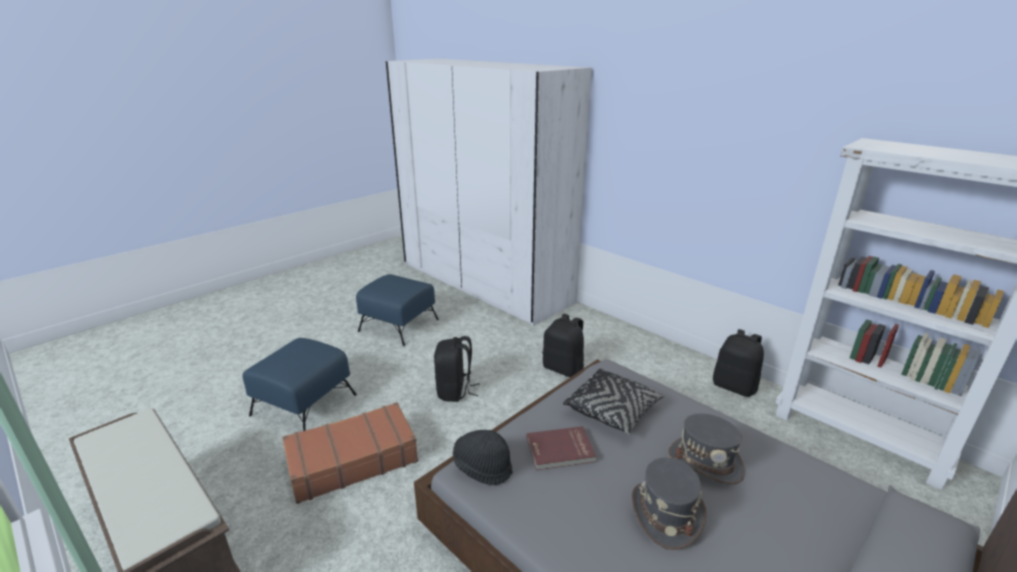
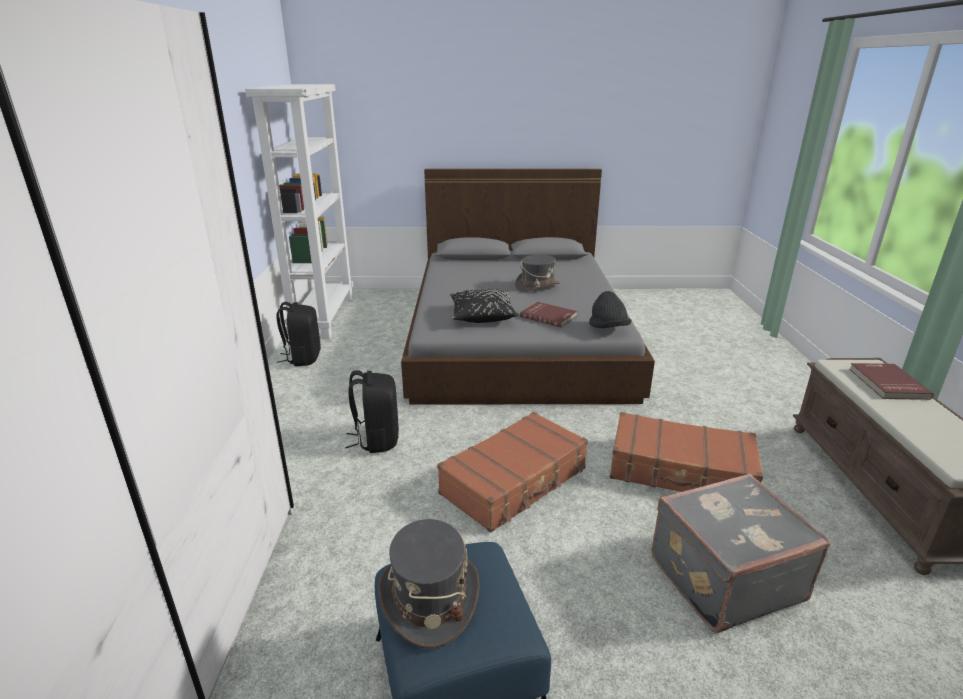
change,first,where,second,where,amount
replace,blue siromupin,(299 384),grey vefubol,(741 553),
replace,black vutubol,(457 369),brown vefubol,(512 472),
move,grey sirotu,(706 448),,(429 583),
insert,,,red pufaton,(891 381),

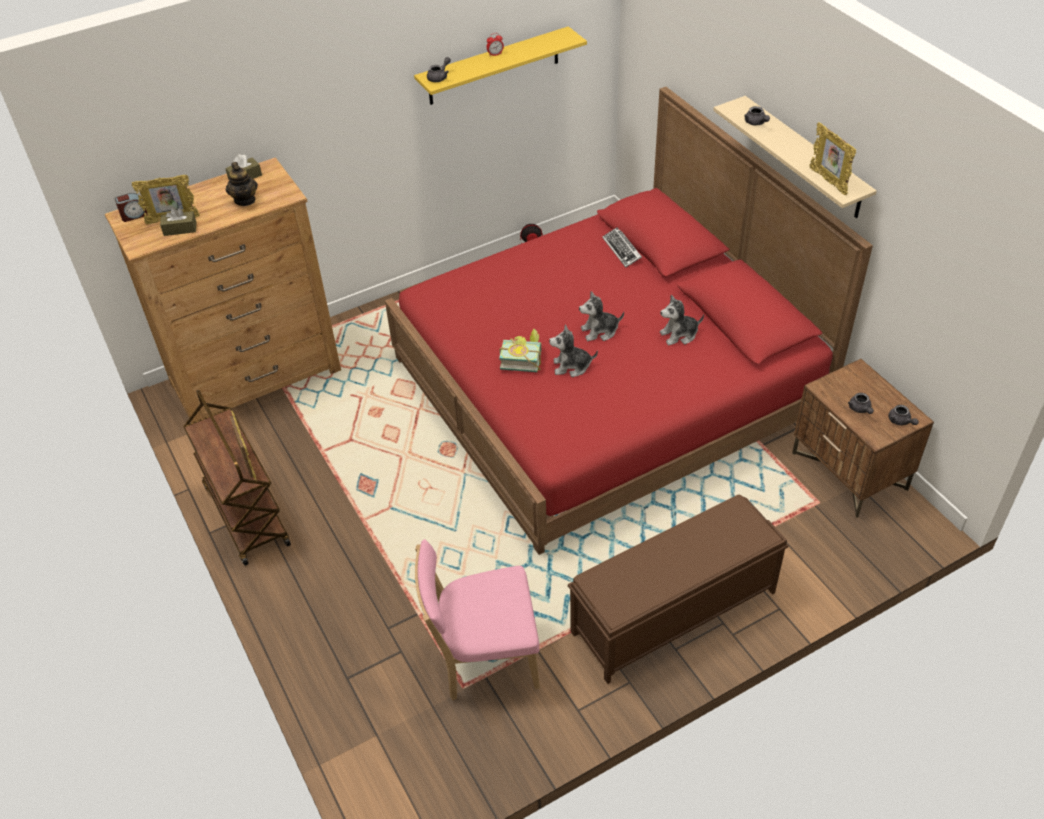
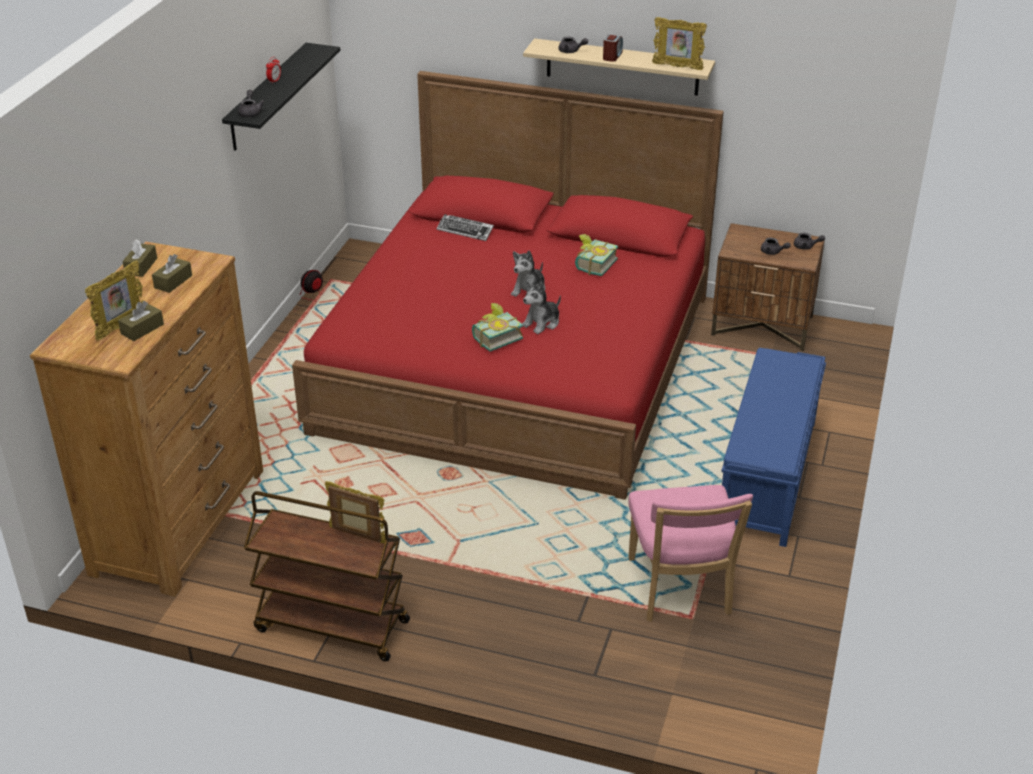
change,first,where,second,where,amount
move,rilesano,(131 207),,(613 48),
replace,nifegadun,(242 184),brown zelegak,(172 273),
recolor,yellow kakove,(500 65),black kakove,(281 97),
rotate,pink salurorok,(477 620),,(690 553),45 degrees counterclockwise
recolor,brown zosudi,(678 589),blue zosudi,(773 447),
replace,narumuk,(682 320),pufaton,(596 255),

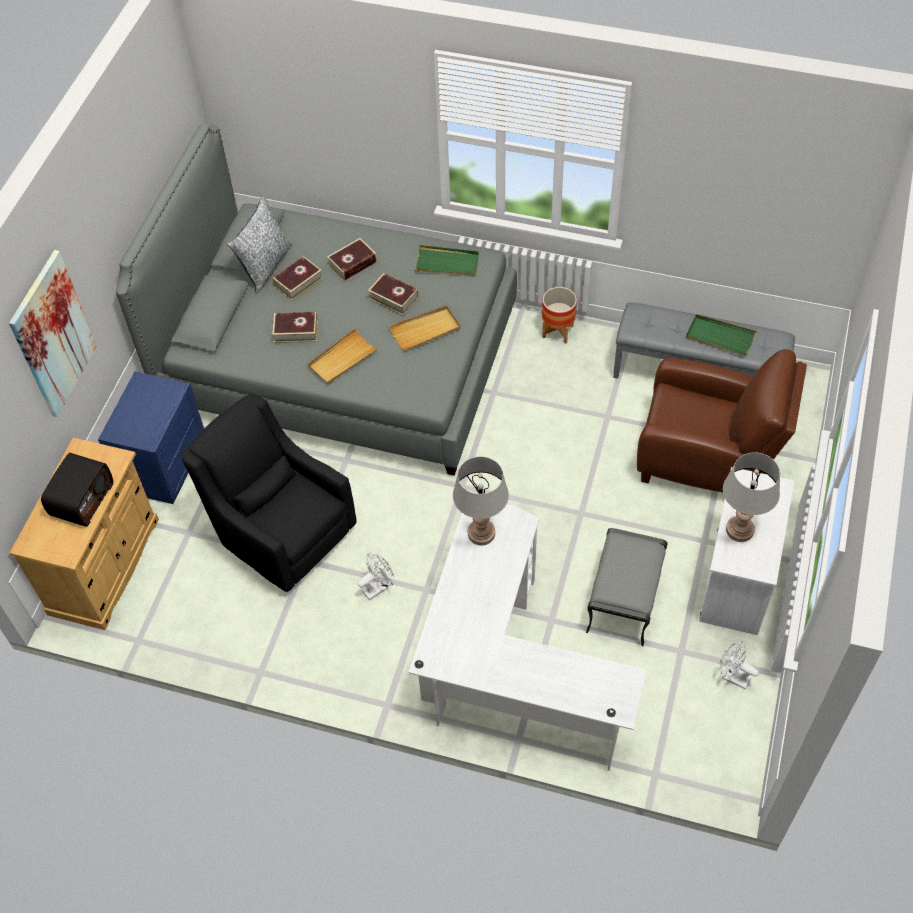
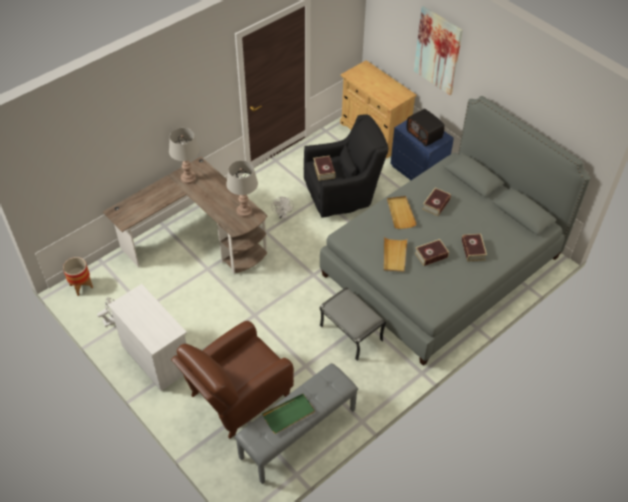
change,first,where,second,where,amount
move,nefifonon,(77 490),,(426 128),
delete,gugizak,(259 244),,,
move,pufaton,(298 278),,(324 168),
recolor,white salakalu,(528 637),brown salakalu,(185 215),
delete,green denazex,(447 261),,,
move,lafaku,(559 315),,(78 276),
move,grey siromupin,(627 587),,(353 324),
move,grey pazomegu,(751 497),,(184 156),

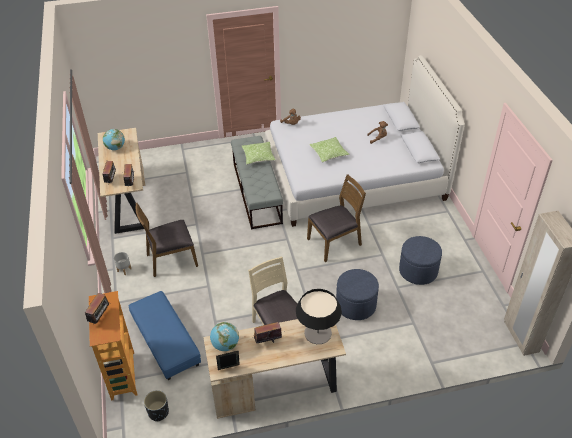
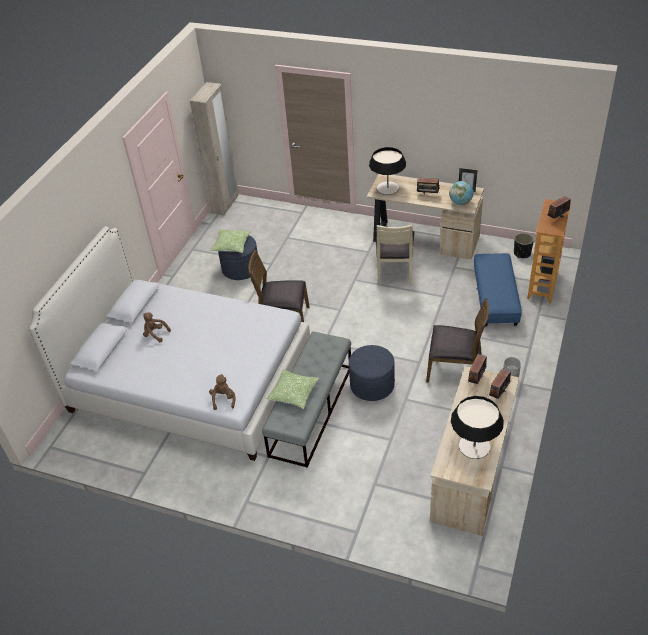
change,first,where,second,where,amount
replace,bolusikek,(114 139),pazomegu,(477 427),
move,gugizak,(329 150),,(231 241),
move,blue siromupin,(357 294),,(372 373),

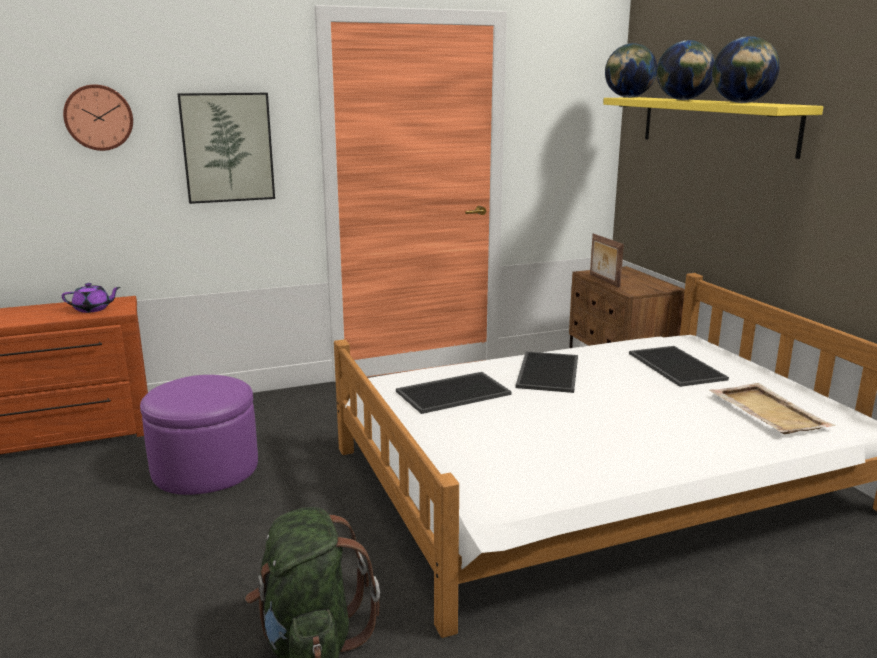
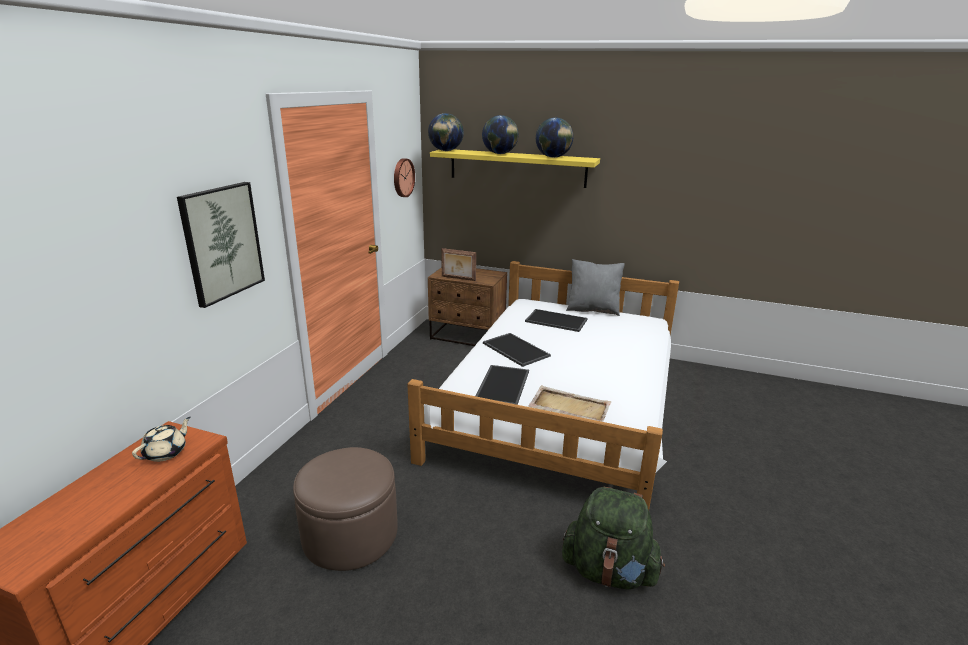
change,first,where,second,where,amount
recolor,purple nifegadun,(91 298),beige nifegadun,(161 439),
move,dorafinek,(98 117),,(404 177),
recolor,purple siromupin,(199 435),brown siromupin,(345 509),
move,beige denazex,(773 408),,(569 404),
insert,,,grey gugizak,(595 287),

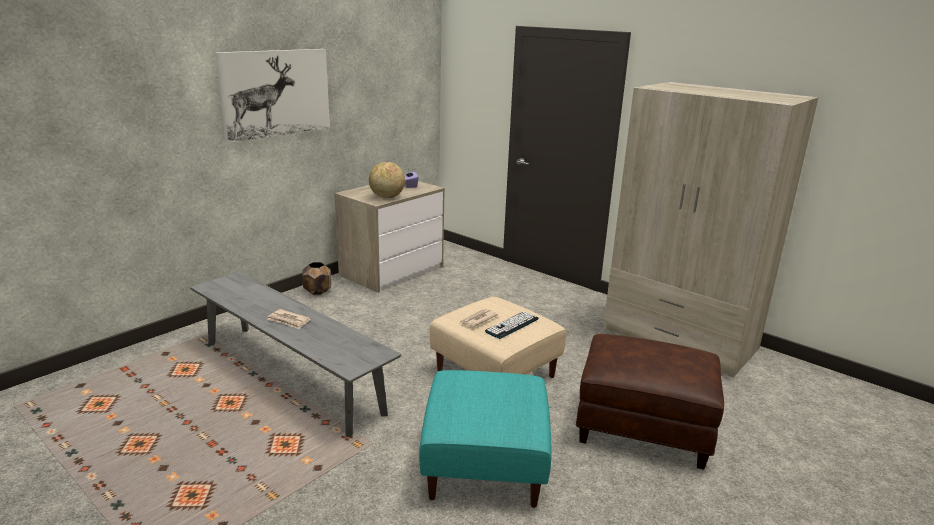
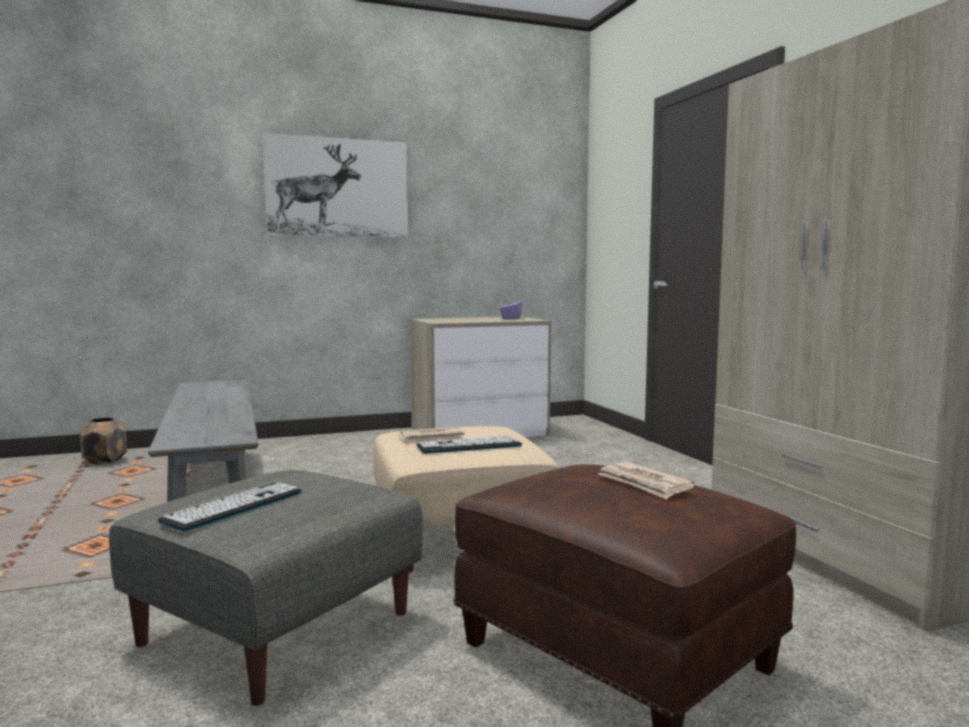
change,first,where,second,where,amount
move,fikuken,(289 319),,(646 480),
move,brown lafaku,(317 278),,(103 441),
delete,bolusikek,(387 180),,,
recolor,turquoise siromupin,(485 439),grey siromupin,(266 588),
insert,,,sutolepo,(229 507),

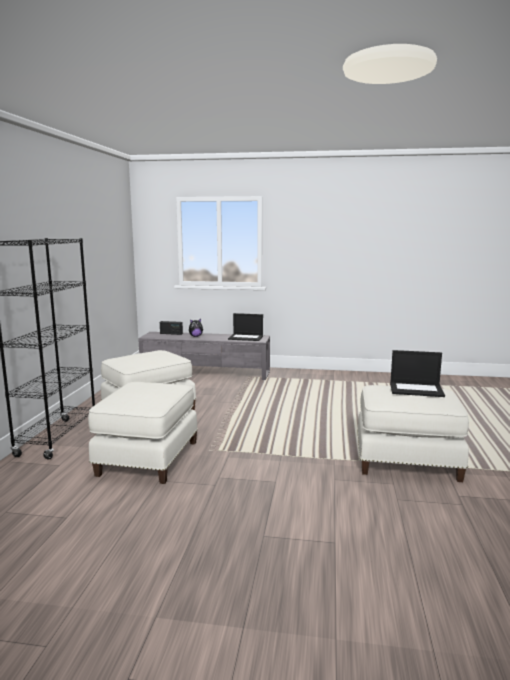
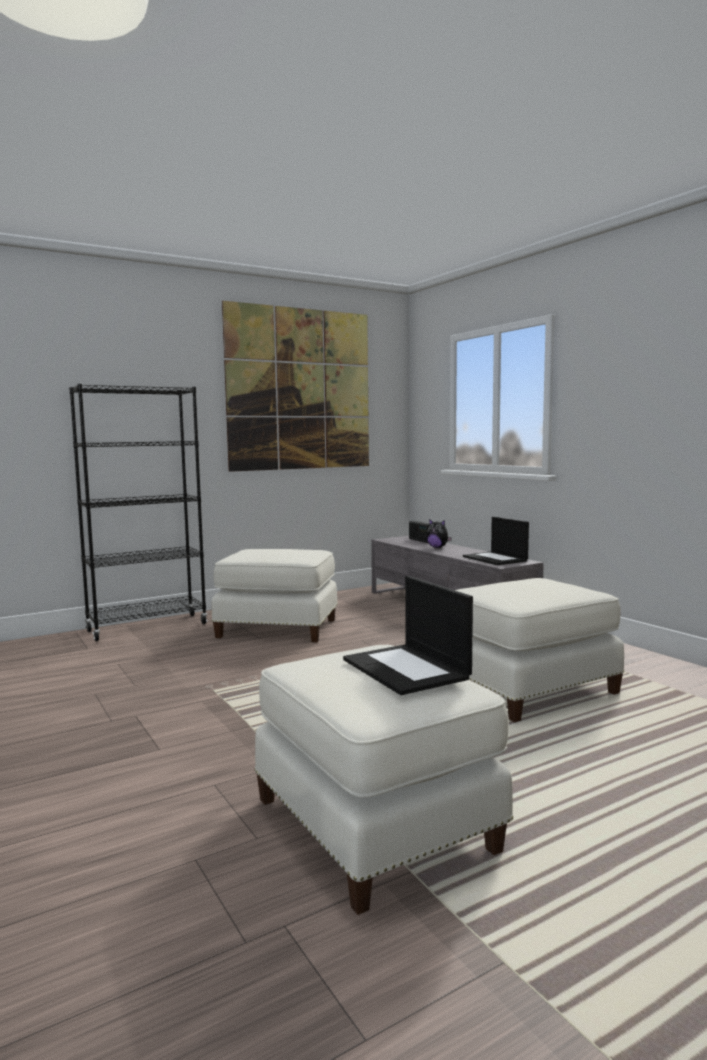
change,first,where,second,where,amount
move,white siromupin,(143 433),,(539 650),
insert,,,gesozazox,(295 386),

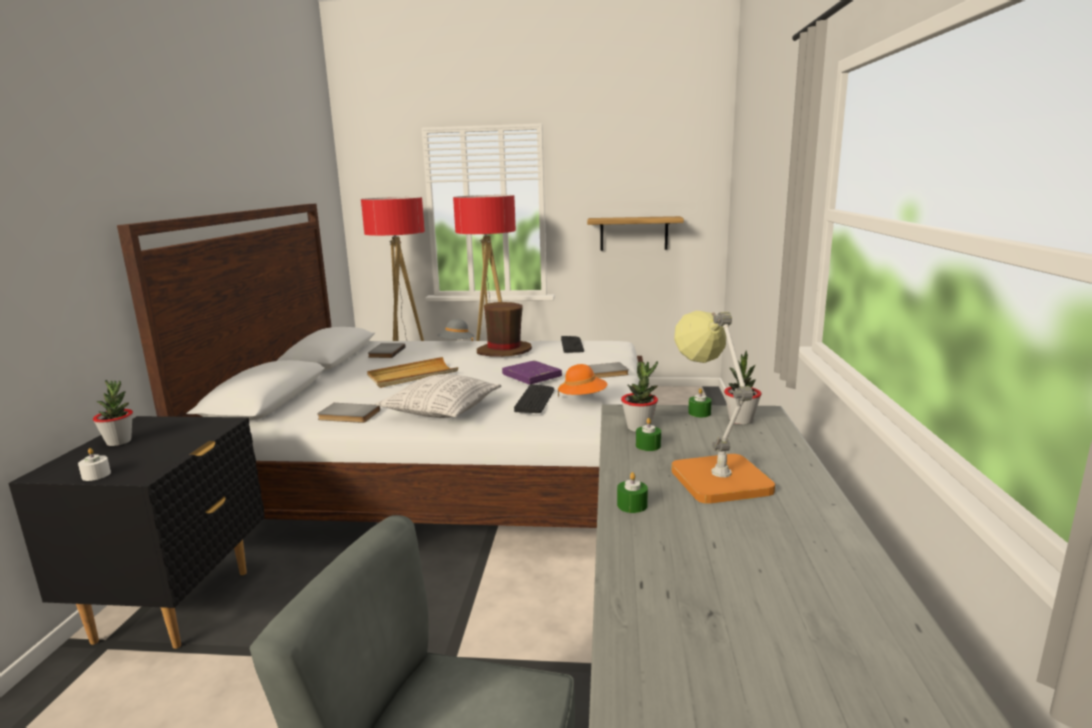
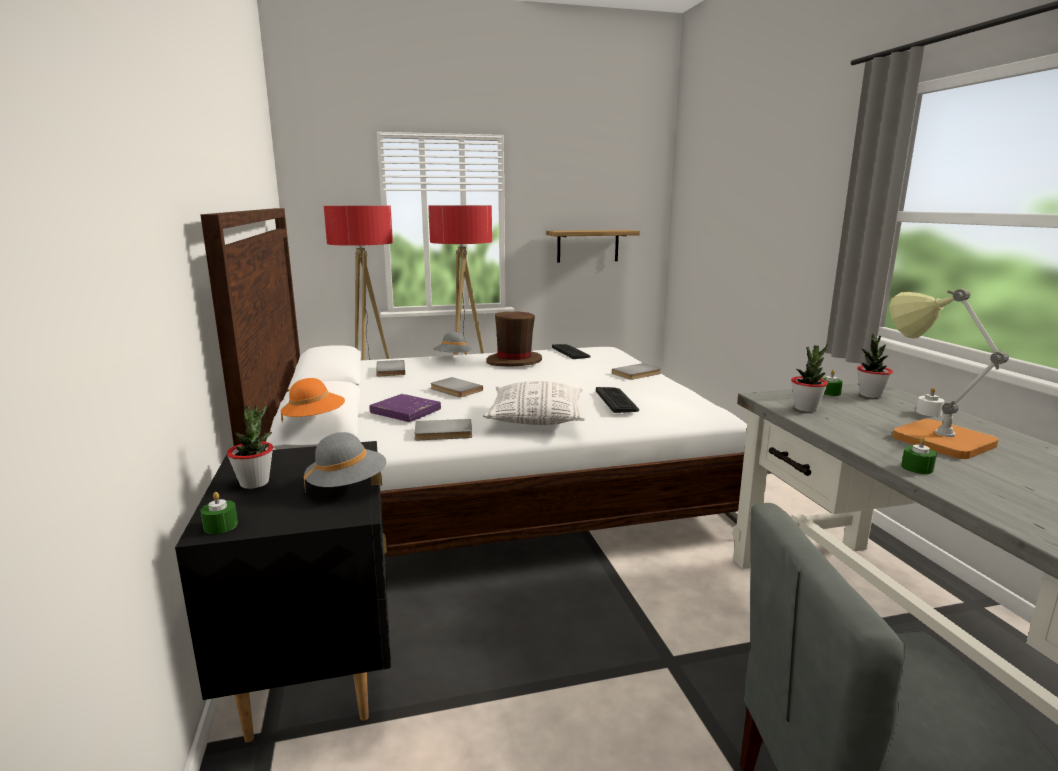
change,first,where,second,where,amount
move,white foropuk,(94 464),,(930 402),
replace,beige denazex,(412 372),grey pufaton,(456 387),
move,purple pufaton,(532 372),,(405 408),
move,orange sirotu,(583 380),,(313 400),
move,green foropuk,(648 434),,(219 513),
insert,,,grey sirotu,(345 463),

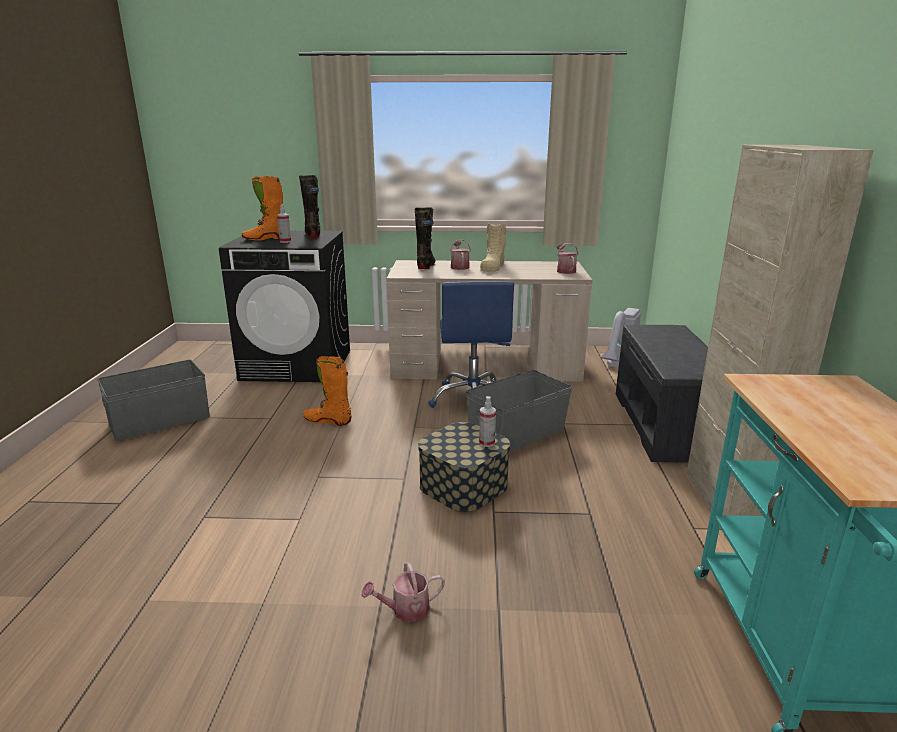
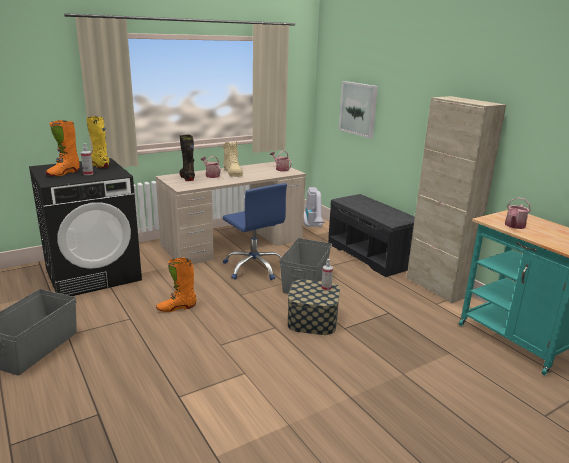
change,first,where,second,where,amount
recolor,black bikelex,(309 206),yellow bikelex,(98 142),
move,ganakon,(403 592),,(518 213),
insert,,,gesozazox,(358 110),

